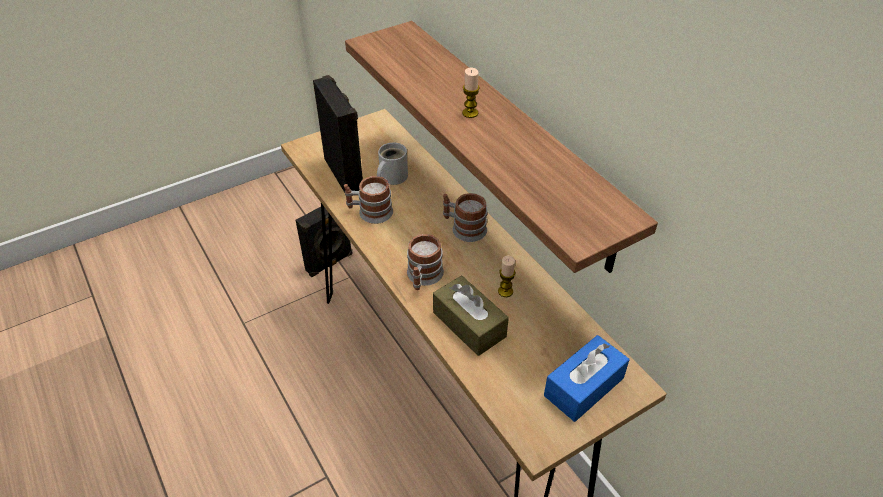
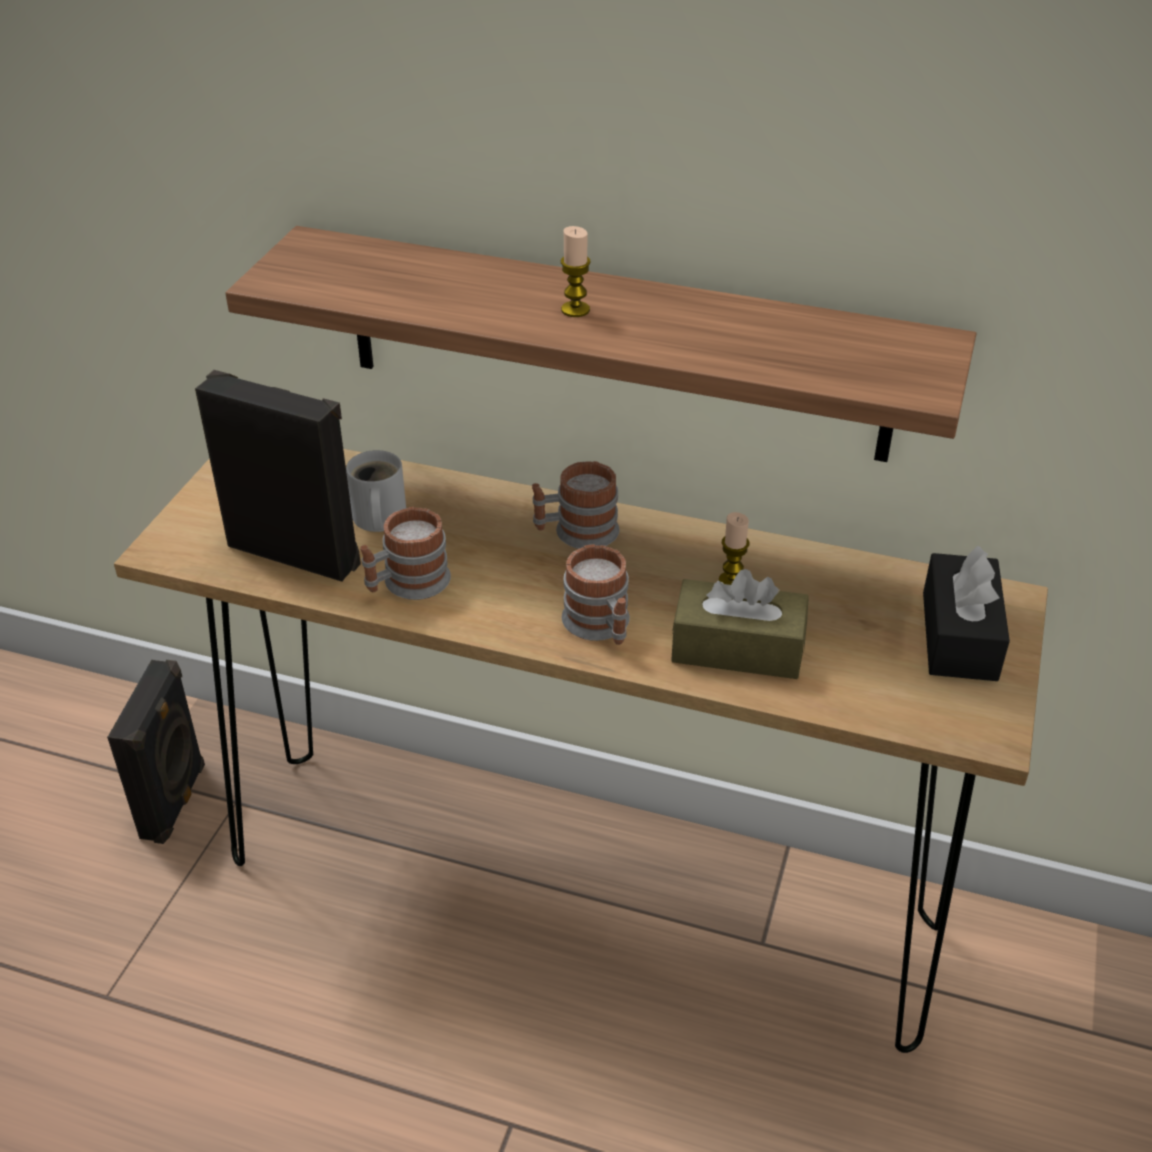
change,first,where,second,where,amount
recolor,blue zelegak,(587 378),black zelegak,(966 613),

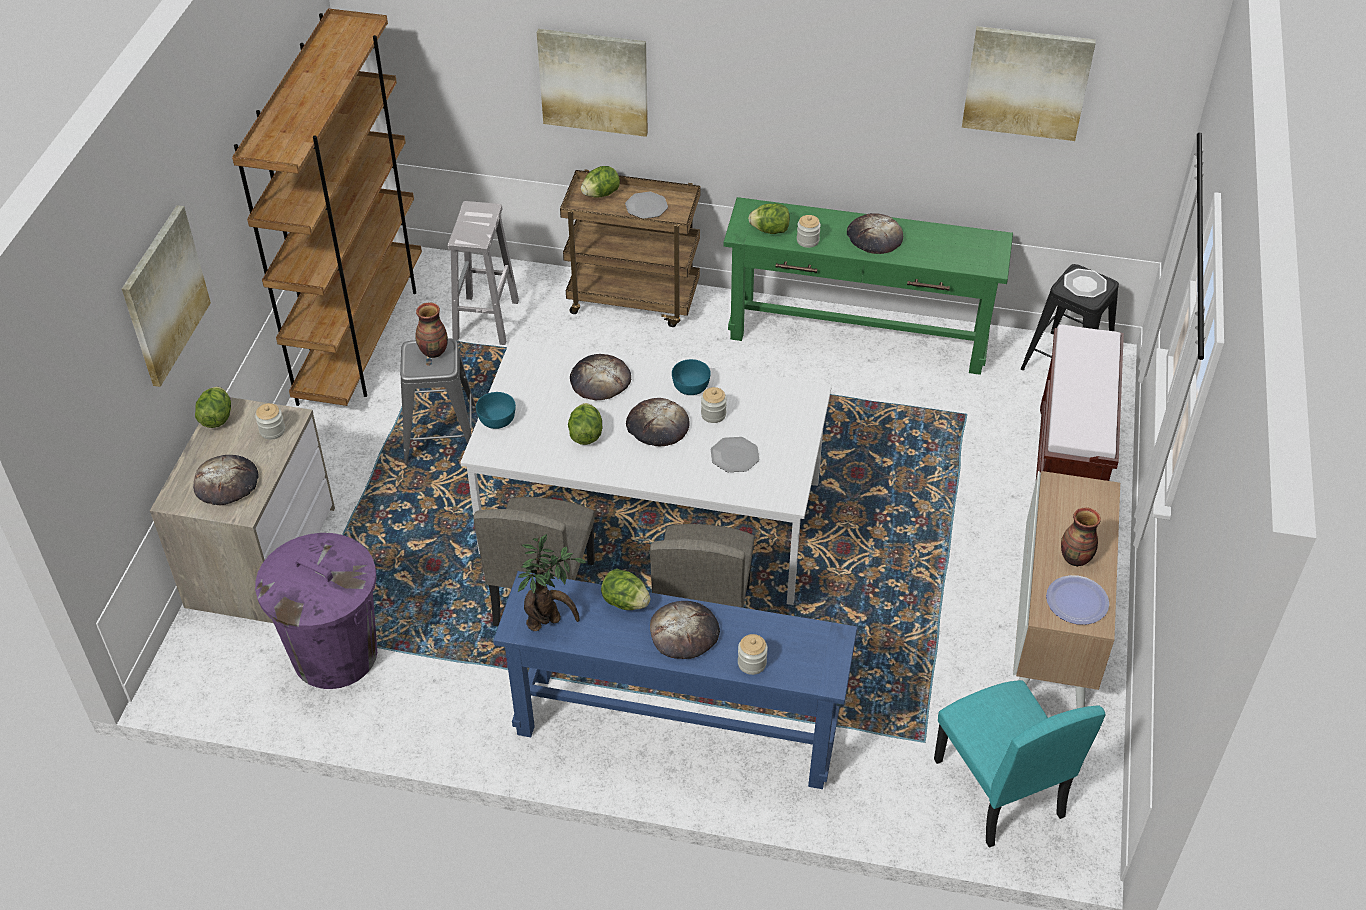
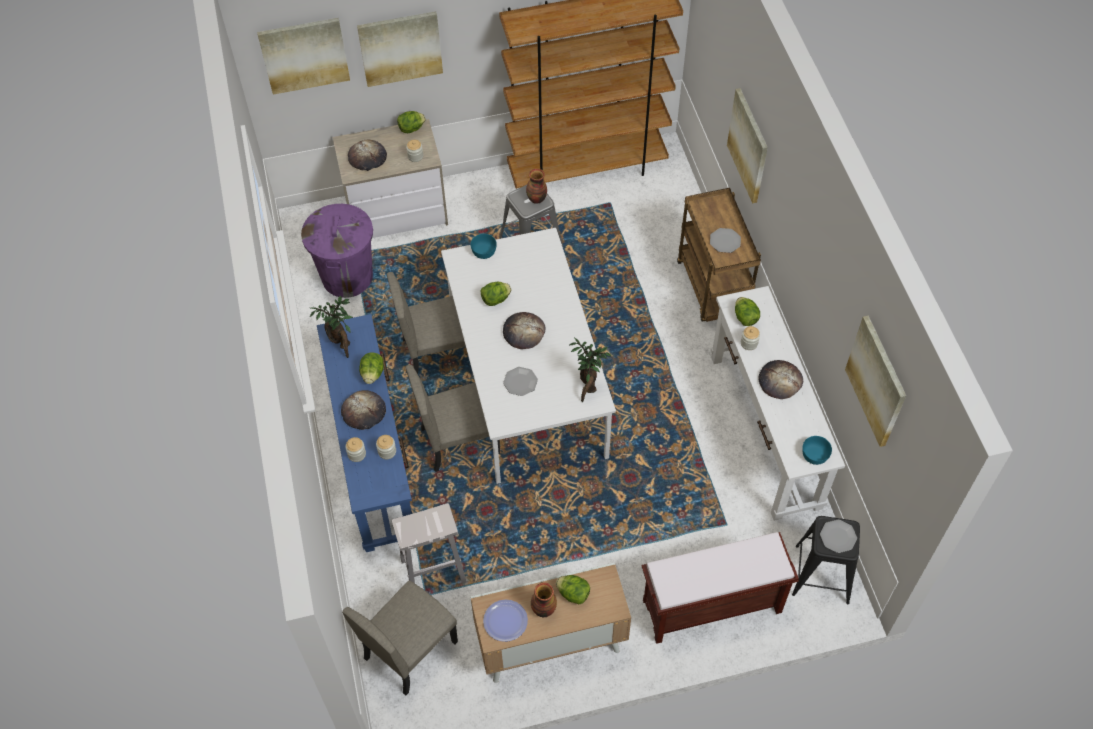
change,first,where,second,where,amount
move,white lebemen,(483 273),,(429 543),
delete,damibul,(600 377),,,
move,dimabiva,(600 182),,(573 589),
move,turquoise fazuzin,(691 377),,(817 450),
move,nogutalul,(714 405),,(386 447),
recolor,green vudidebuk,(868 286),white vudidebuk,(777 403),
recolor,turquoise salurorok,(1020 764),beige salurorok,(400 638),
insert,,,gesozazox,(303 56),
insert,,,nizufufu,(590 370),

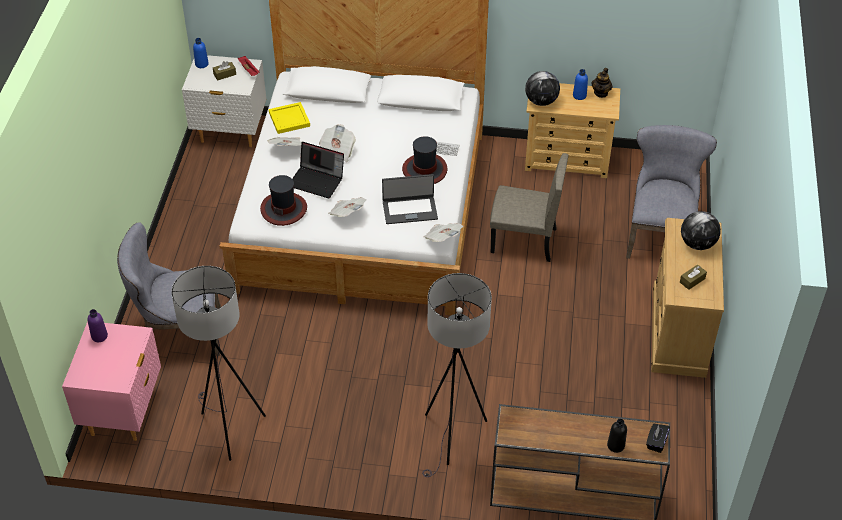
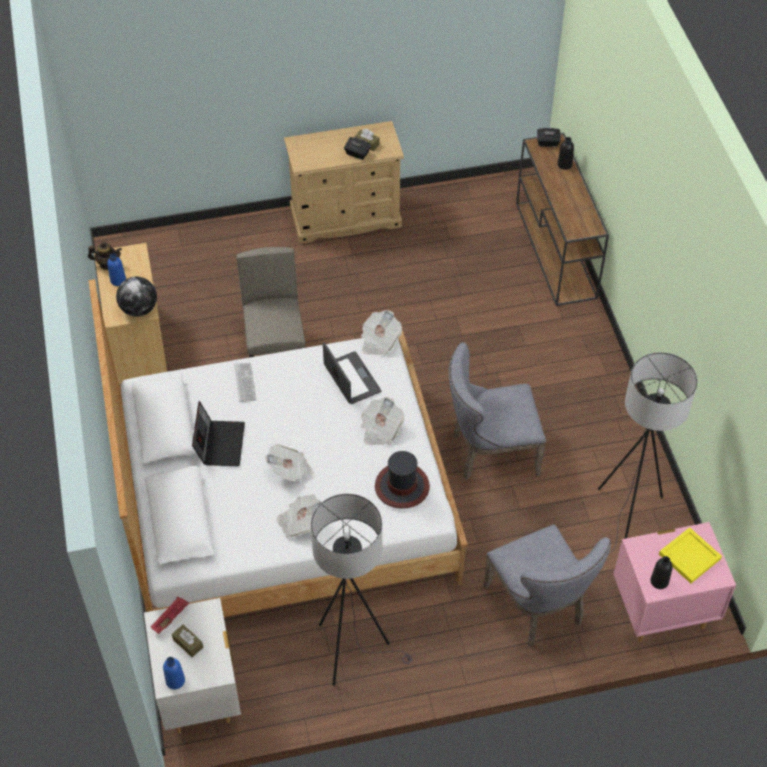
change,first,where,second,where,amount
recolor,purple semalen,(98 325),black semalen,(661 572),
move,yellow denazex,(289 118),,(690 555),
move,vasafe,(318 170),,(218 433),
delete,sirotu,(424 160),,,
move,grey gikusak,(457 375),,(361 590),
move,grey salurorok,(671 192),,(497 411),
delete,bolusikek,(701 230),,,
insert,,,black zelegak,(357 148),

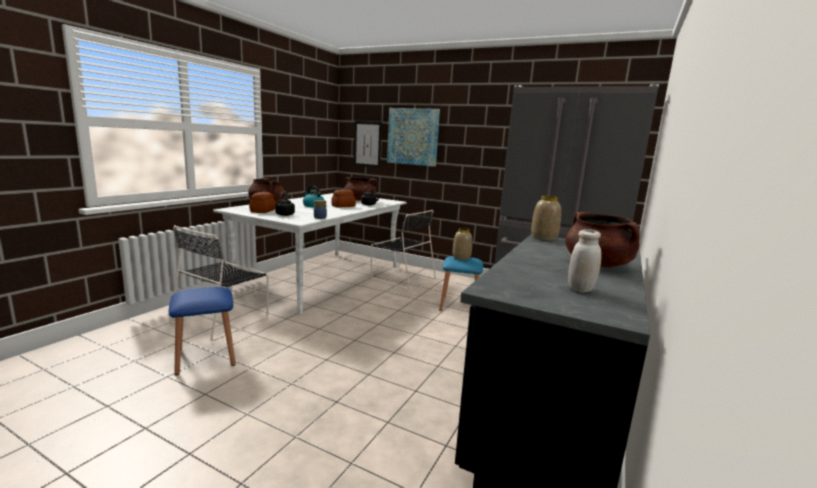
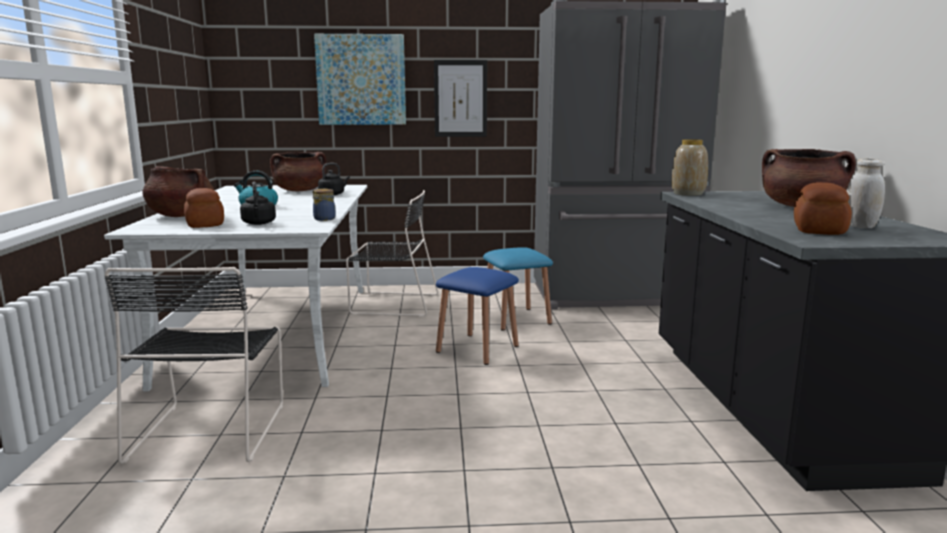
change,first,where,second,where,amount
move,blue lebemen,(202 331),,(477 316),
move,damibul,(343 198),,(823 208),
move,gesozazox,(368 144),,(460 98),
delete,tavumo,(462 244),,,

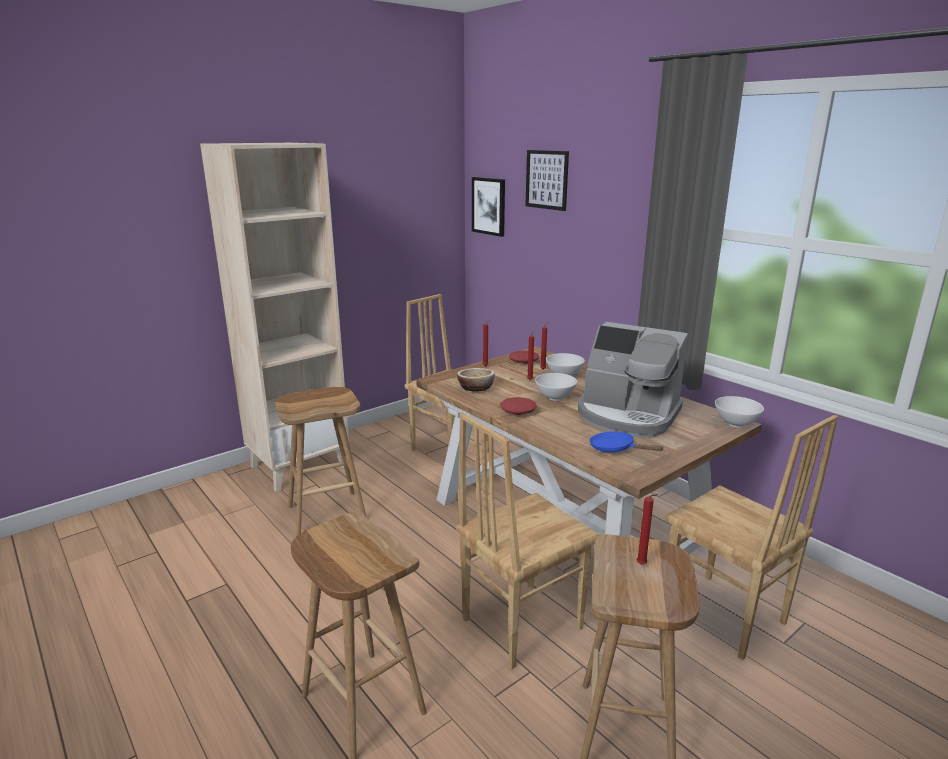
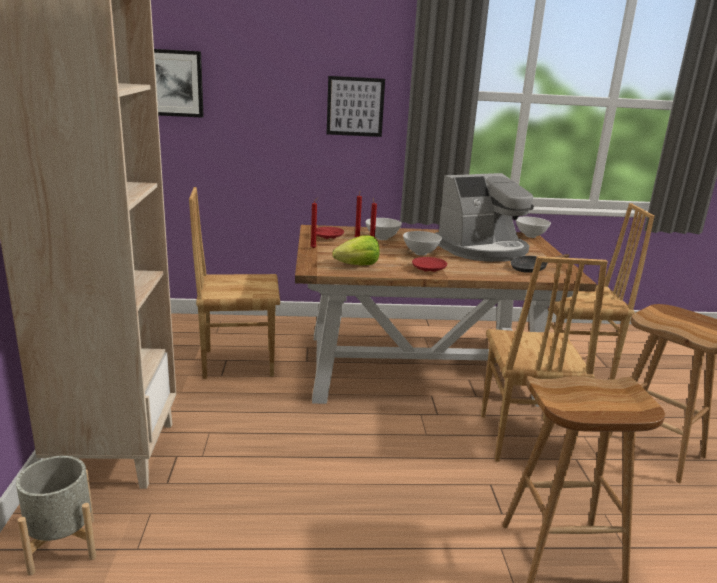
change,first,where,second,where,amount
delete,brown lebemen,(320 461),,,
replace,fazuzin,(476 380),dimabiva,(355 250),
move,gesozazox,(547 180),,(356 106),
recolor,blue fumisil,(626 441),black fumisil,(540 263),
delete,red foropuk,(647 529),,,
insert,,,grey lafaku,(56 516),

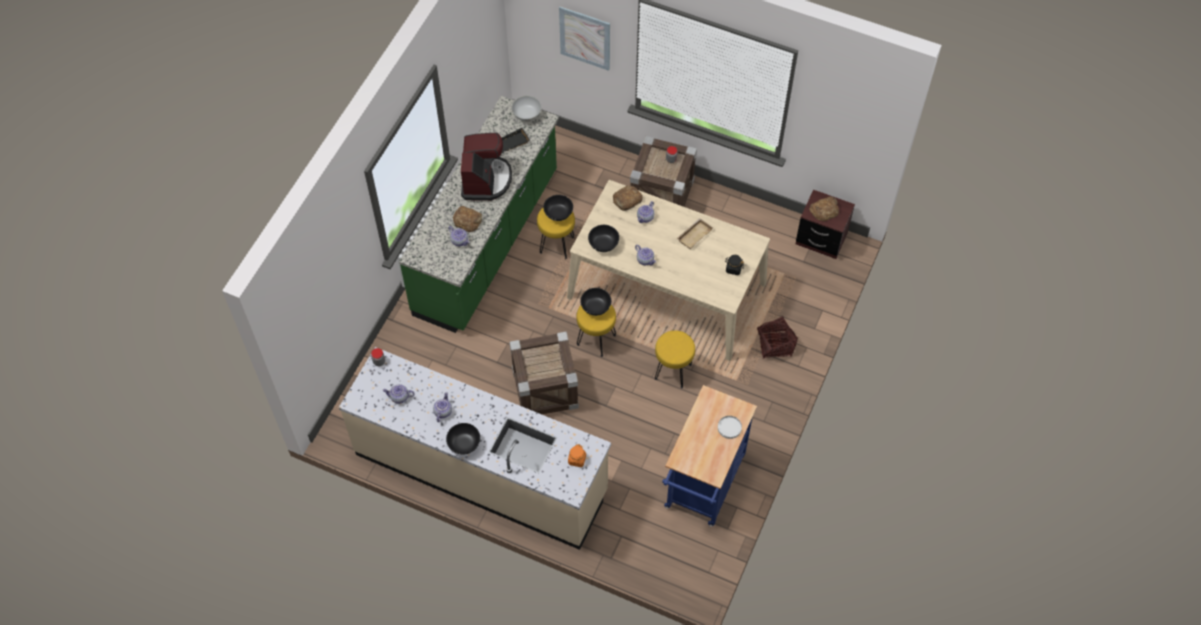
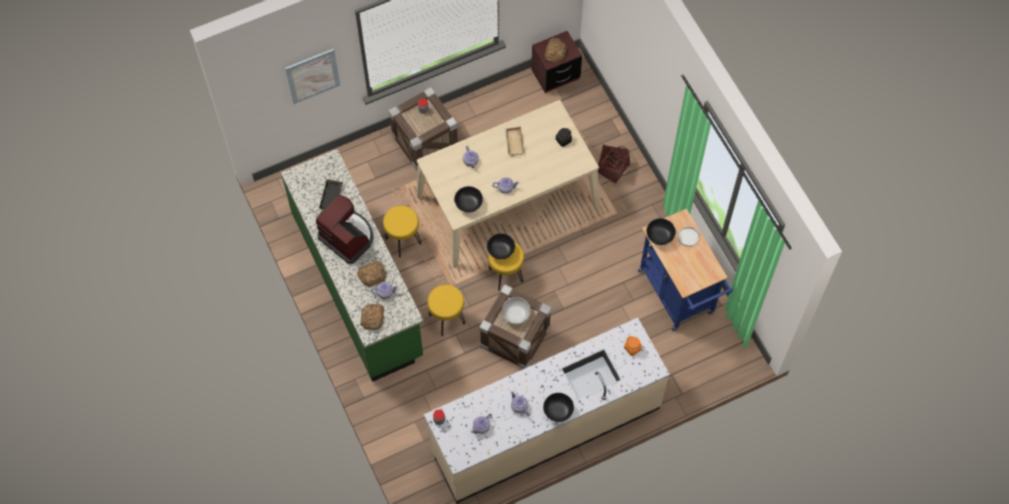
change,first,where,second,where,amount
move,white fazuzin,(526 108),,(516 310),
move,black fazuzin,(558 208),,(661 231),
move,damibul,(628 198),,(372 317),
move,yellow lebemen,(675 359),,(446 310),

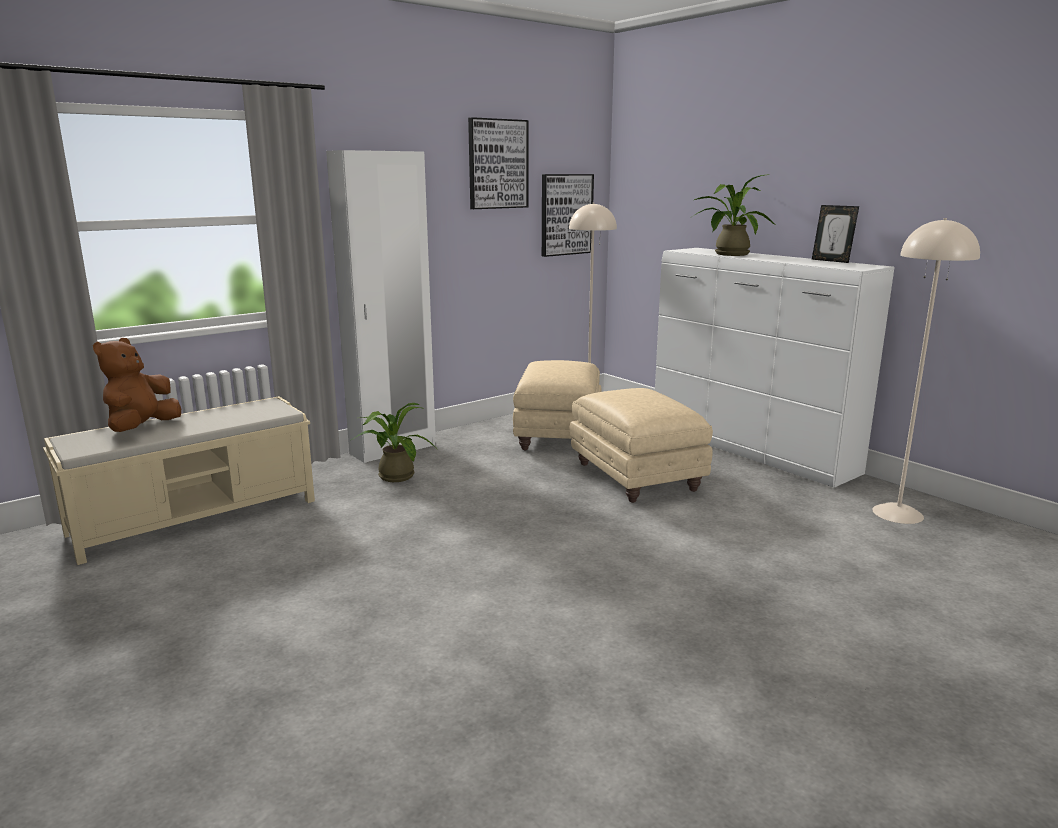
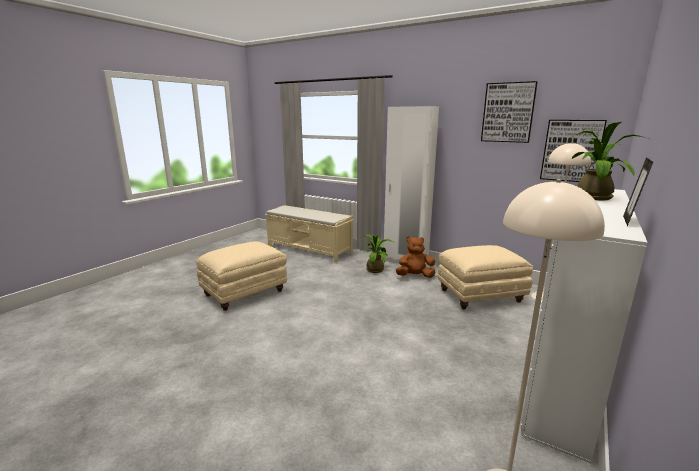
change,first,where,second,where,amount
move,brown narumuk,(137 385),,(416 257),
move,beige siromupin,(641 445),,(241 276),

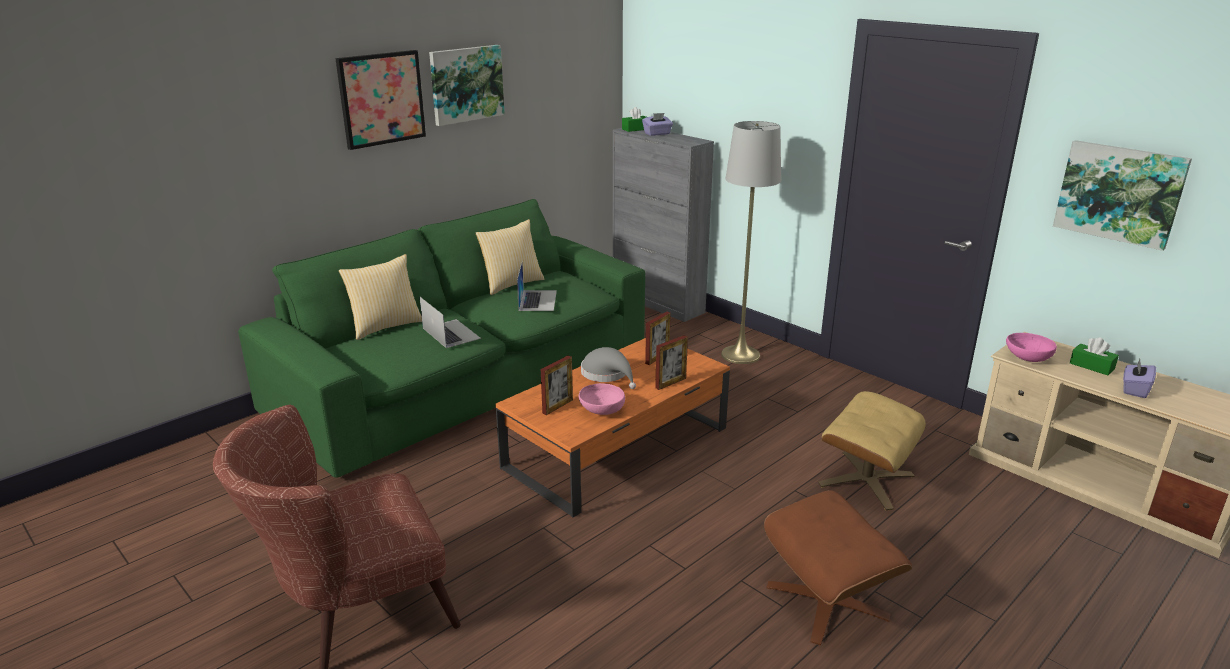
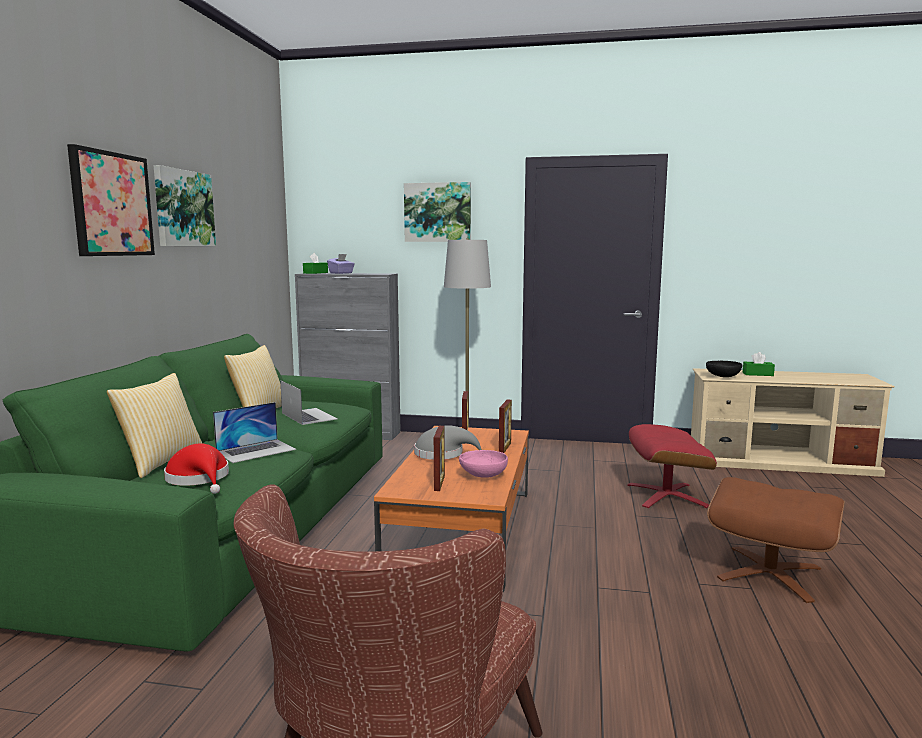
change,first,where,second,where,amount
rotate,vasafe,(450 322),,(254 432),120 degrees clockwise
recolor,beige siromupin,(872 451),red siromupin,(672 466),
recolor,pink fazuzin,(1031 347),black fazuzin,(724 369),
move,gesozazox,(1122 195),,(437 212),
delete,purple zelegak,(1139 378),,,
insert,,,red sirotu,(196 468),

